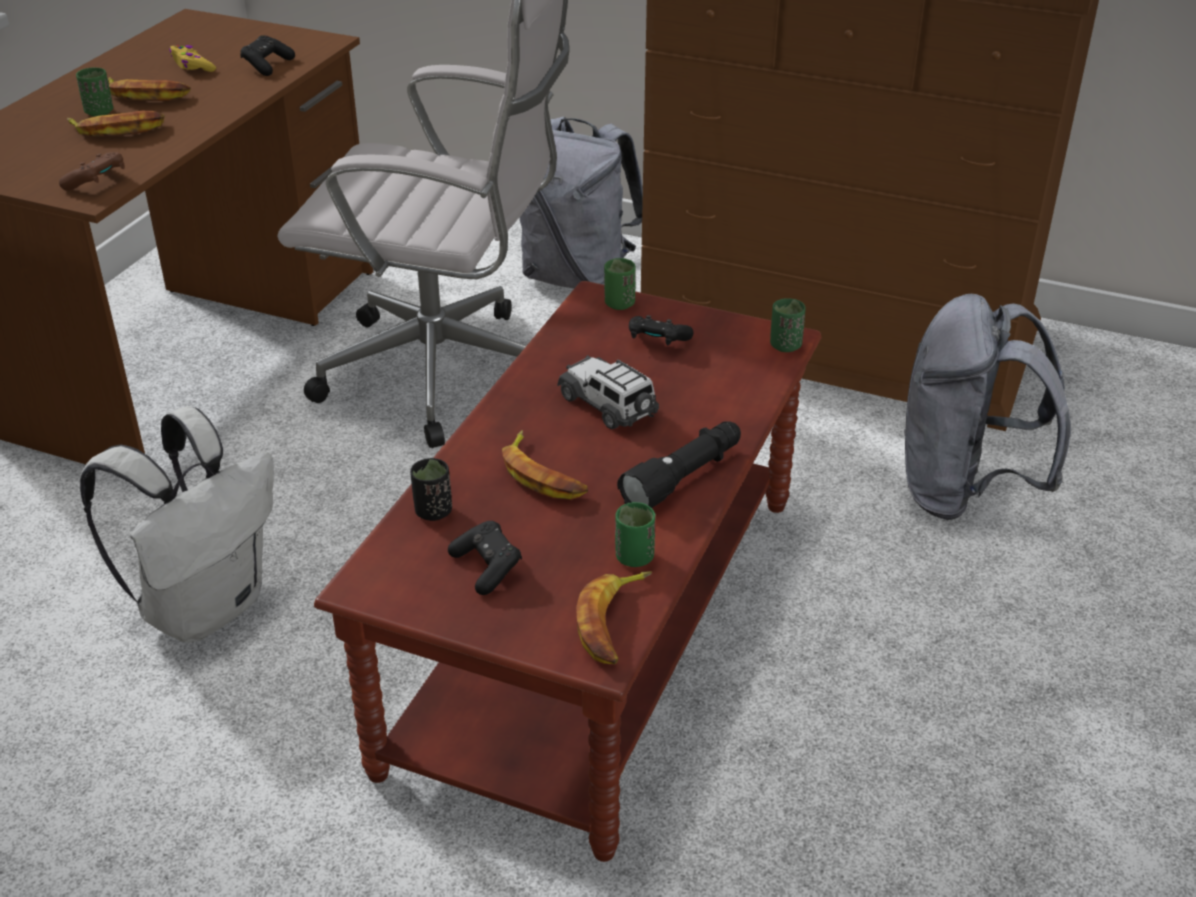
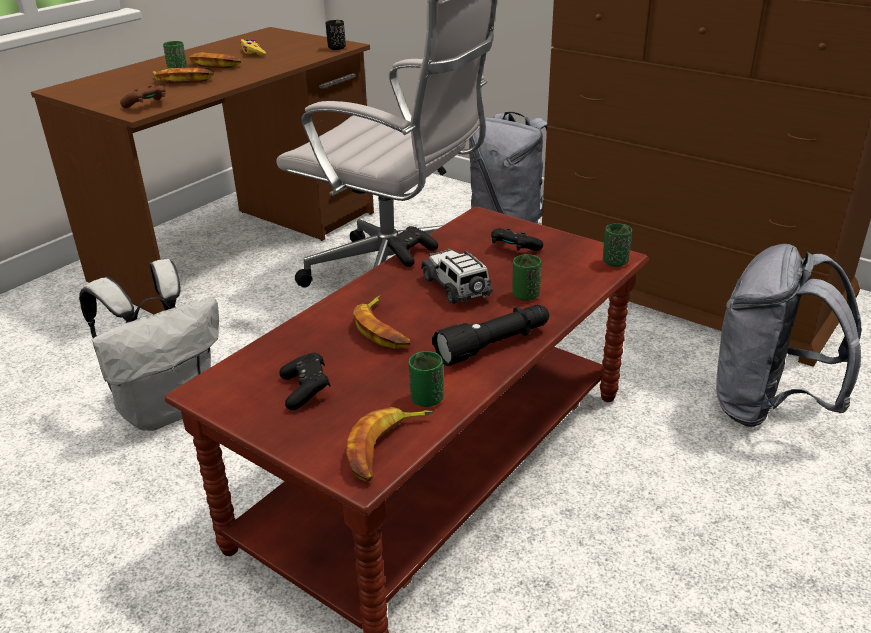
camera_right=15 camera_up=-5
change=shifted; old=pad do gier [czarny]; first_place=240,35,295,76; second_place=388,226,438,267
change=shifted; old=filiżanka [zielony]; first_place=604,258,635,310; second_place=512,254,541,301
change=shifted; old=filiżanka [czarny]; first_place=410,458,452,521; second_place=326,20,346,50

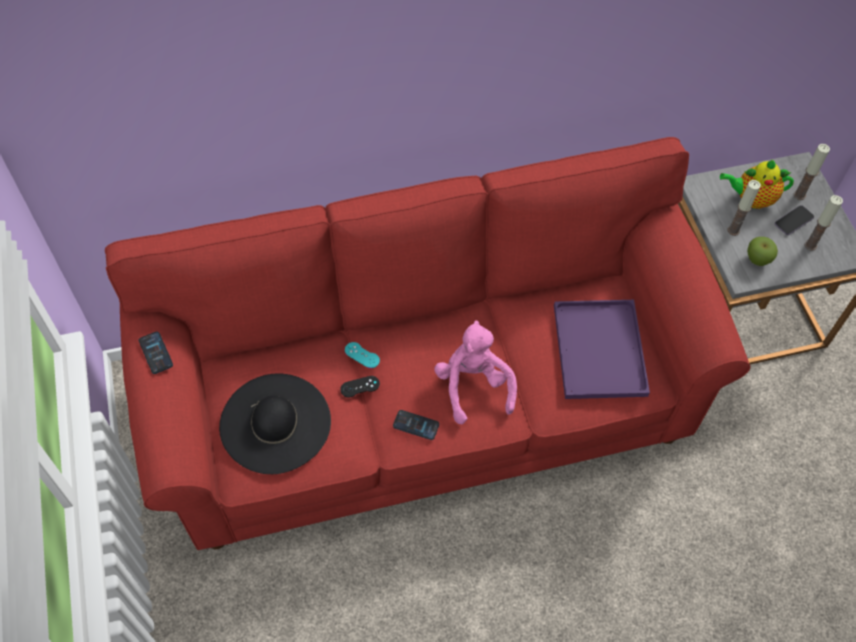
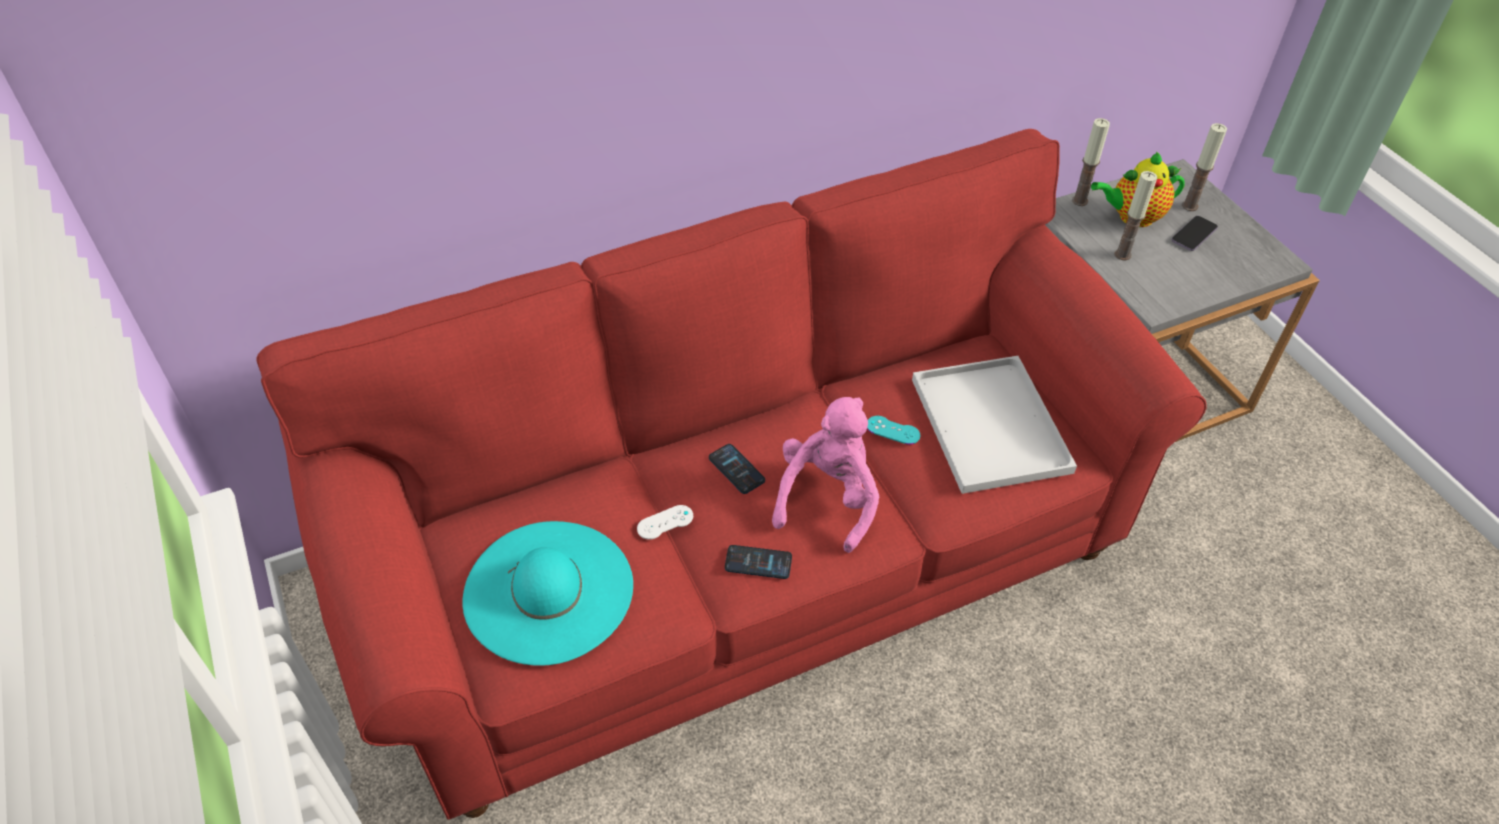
camera_right=-10 camera_up=-10
change=shifted; old=świeca; first_place=804,195,843,251; second_place=1072,118,1110,206
change=gone; old=jabłko; first_place=747,237,778,266
change=repainted; old=taca [fioletowy]; new=taca [biały]; first_place=554,300,650,399; second_place=912,356,1077,494
change=rotated; old=pluszak [różowy]; first_place=434,320,517,424; second_place=772,397,879,553; degrees=45
change=shifted; old=telefon; first_place=139,331,173,374; second_place=709,444,765,494
change=shifted; old=pad do gier [turkusowy]; first_place=345,342,380,368; second_place=867,416,920,445
change=repainted; old=kapelusz [czarny]; new=kapelusz [turkusowy]; first_place=219,373,331,474; second_place=462,521,633,666
change=repainted; old=pad do gier [czarny]; new=pad do gier [biały]; first_place=340,376,380,398; second_place=637,505,693,540

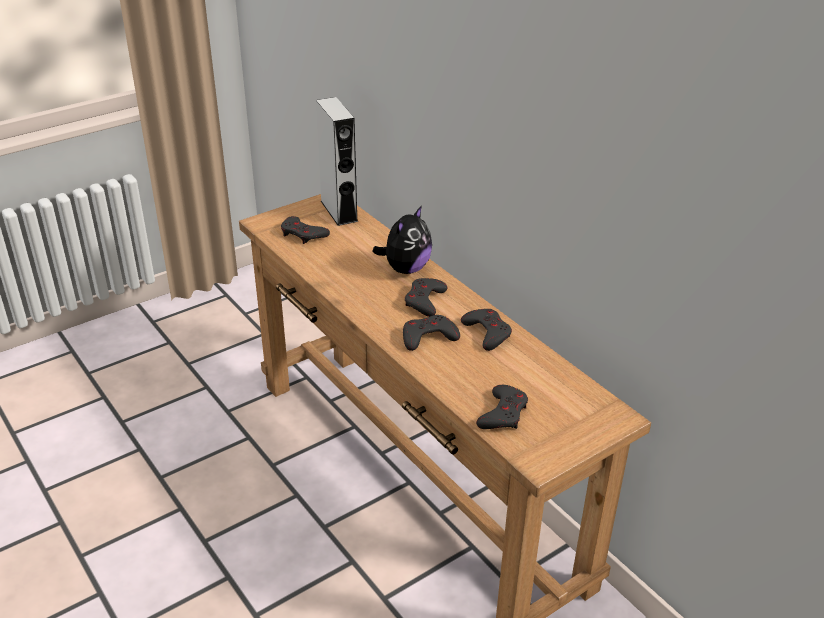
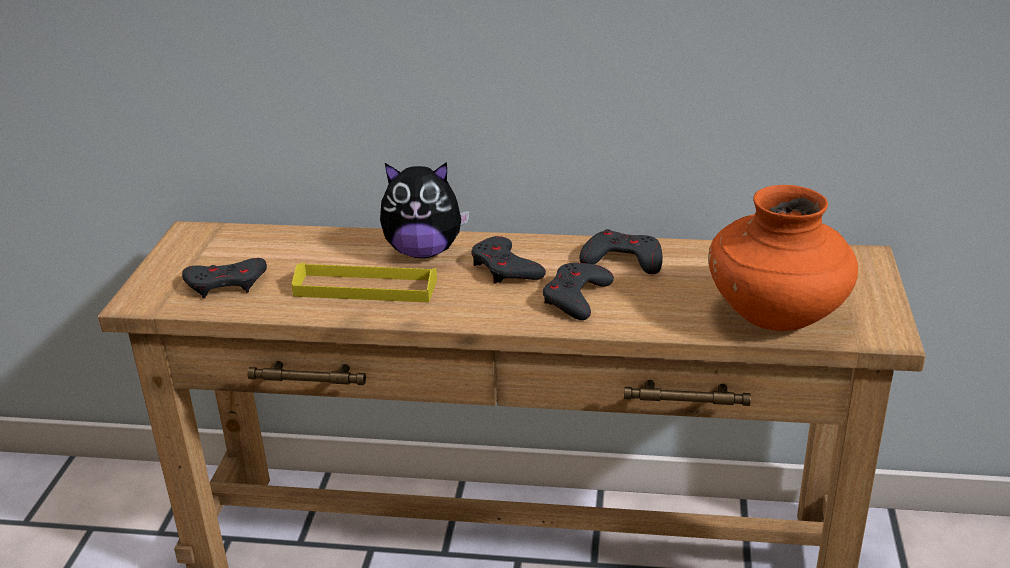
camera_right=-45 camera_up=-5
change=gone; old=głośnik [szary]; first_place=316,97,358,226
change=rotated; old=pluszak; first_place=372,205,432,274; second_place=380,162,470,258; degrees=105
change=swapped; old=pad do gier [szary]; new=wazon [pomarańczowy]; first_place=476,385,528,429; second_place=708,185,858,331
change=new; new=taca [żółty]; second_place=291,263,437,303

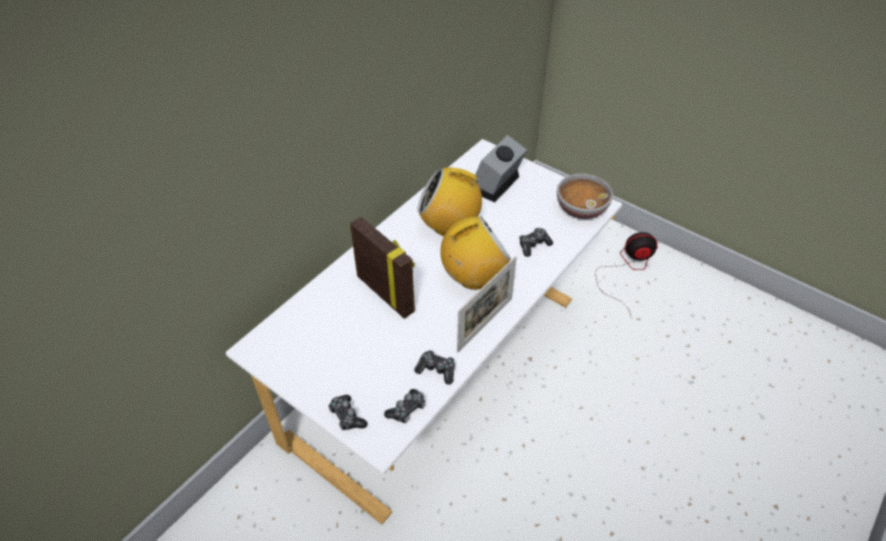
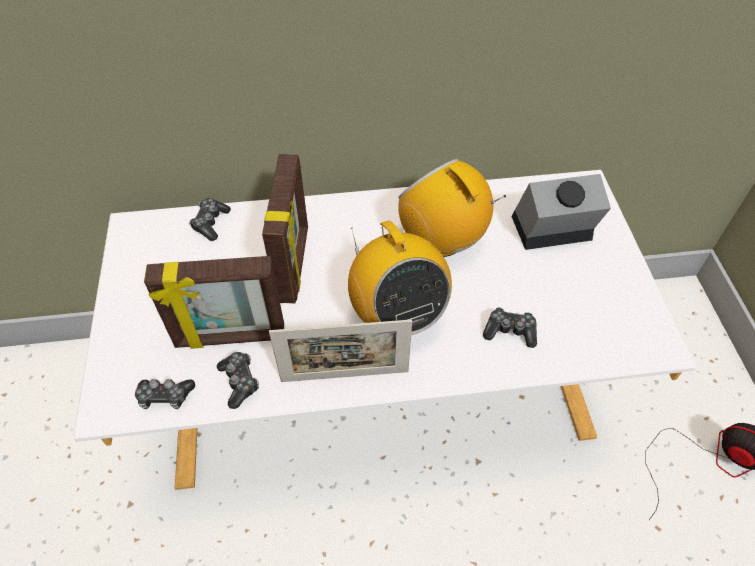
camera_right=45 camera_up=5
change=gone; old=miska; first_place=557,174,613,219
change=rotated; old=radio; first_place=440,216,511,290; second_place=348,221,452,335; degrees=45
change=shifted; old=pad do gier; first_place=328,395,368,430; second_place=189,198,231,241
change=new; new=ramka na zdjęcie; second_place=144,256,284,349

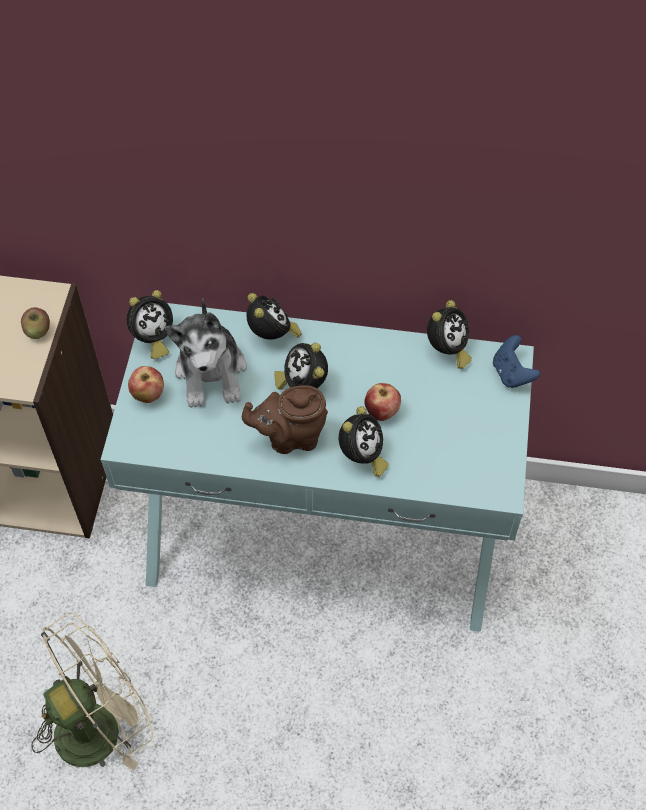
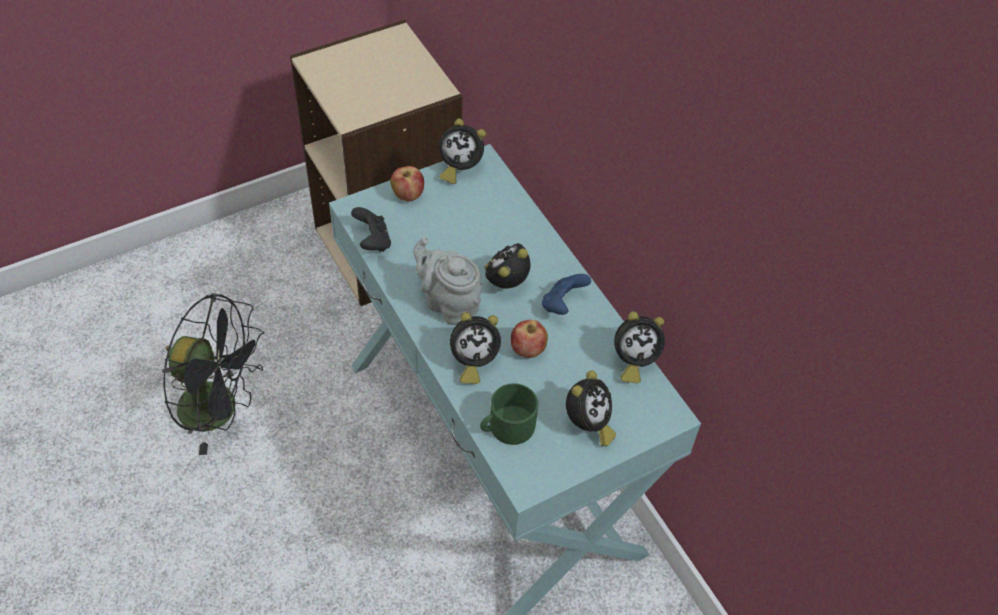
camera_right=50 camera_up=-5
change=shifted; old=budzik; first_place=247,293,302,339; second_place=566,371,616,446
change=gone; old=pluszak; first_place=165,298,247,408
change=gone; old=jabłko; first_place=21,308,50,339
change=shifted; old=pad do gier [niebieski]; first_place=493,335,540,388; second_place=542,274,591,315
change=repainted; old=imbryk [brązowy]; new=imbryk [szary]; first_place=242,385,328,454; second_place=413,237,481,325
change=repainted; old=wentylator [beżowy]; new=wentylator [czarny]; first_place=31,613,153,771; second_place=162,293,264,455
change=new; new=pad do gier [czarny]; second_place=351,207,391,252
change=new; new=kubek [zielony]; second_place=480,383,538,445

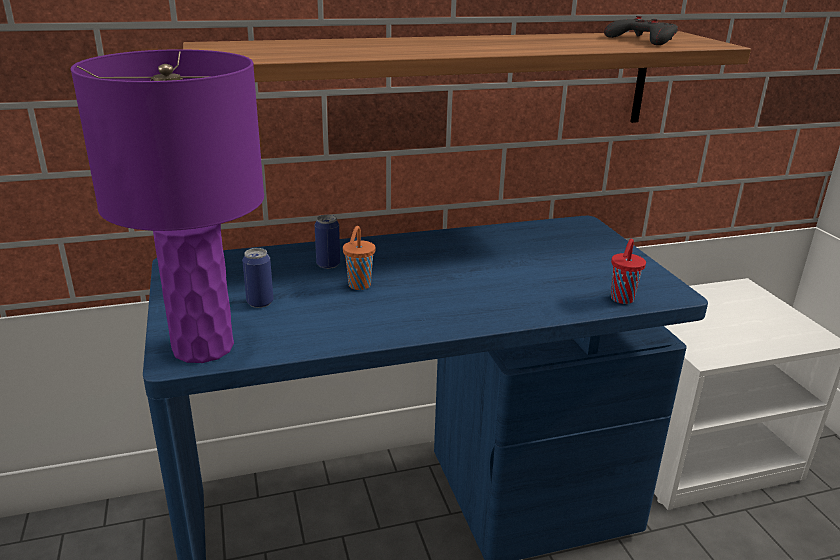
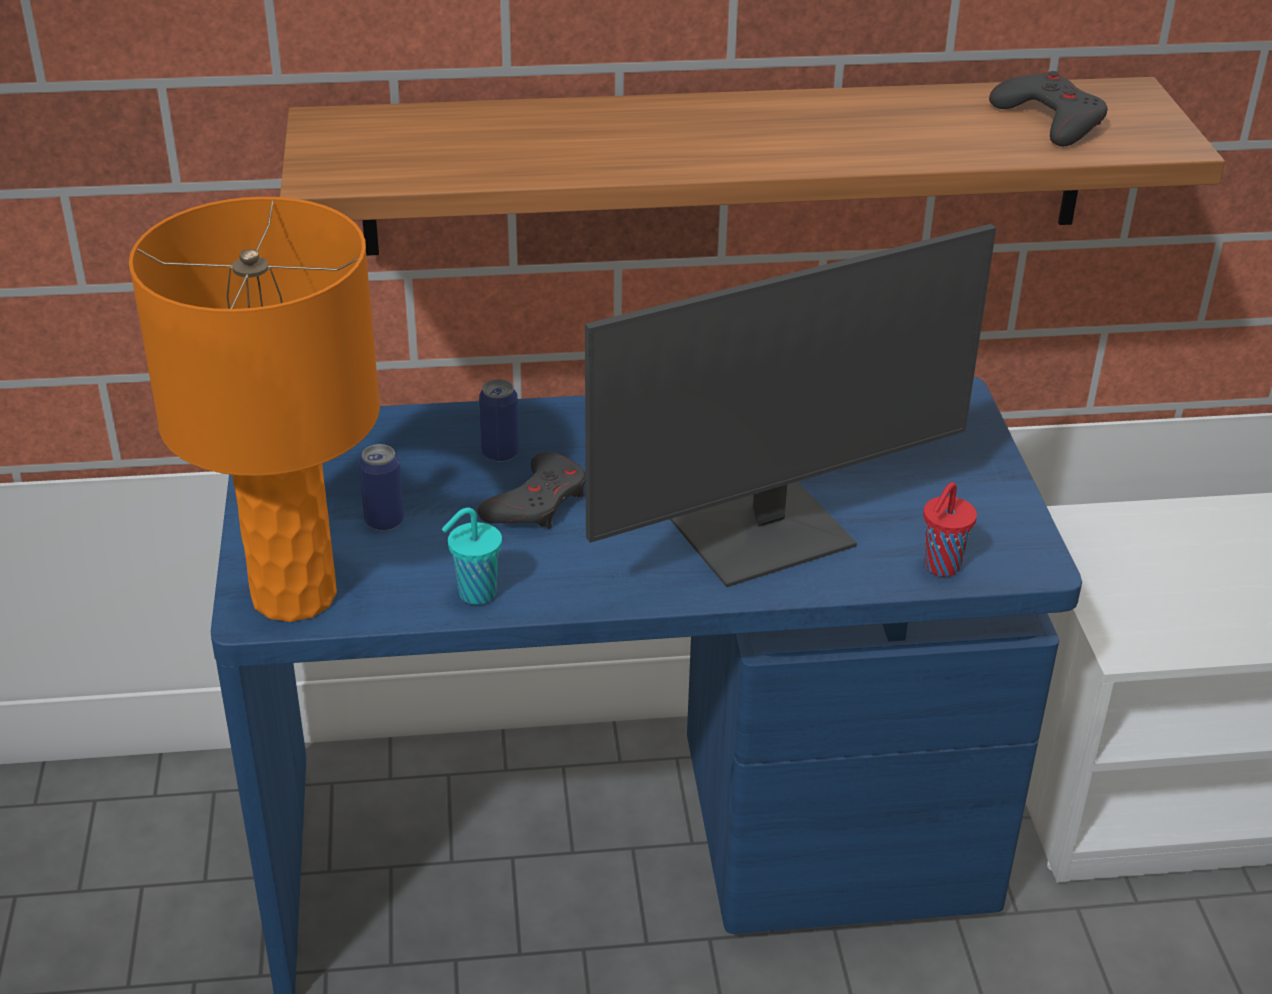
camera_right=10 camera_up=10
change=repainted; old=lampa stołowa [fioletowy]; new=lampa stołowa [pomarańczowy]; first_place=70,49,264,363; second_place=129,197,380,622
change=swapped; old=filiżanka [pomarańczowy]; new=pad do gier [szary]; first_place=343,226,375,290; second_place=478,452,586,529
change=new; new=monitor; second_place=585,224,996,587
change=new; new=filiżanka [turkusowy]; second_place=442,507,502,605

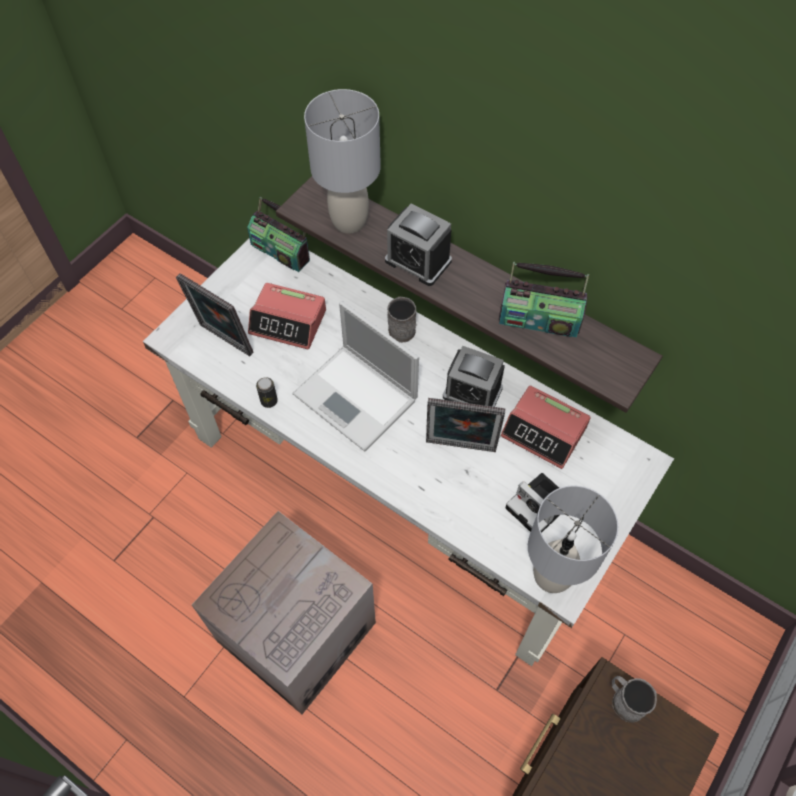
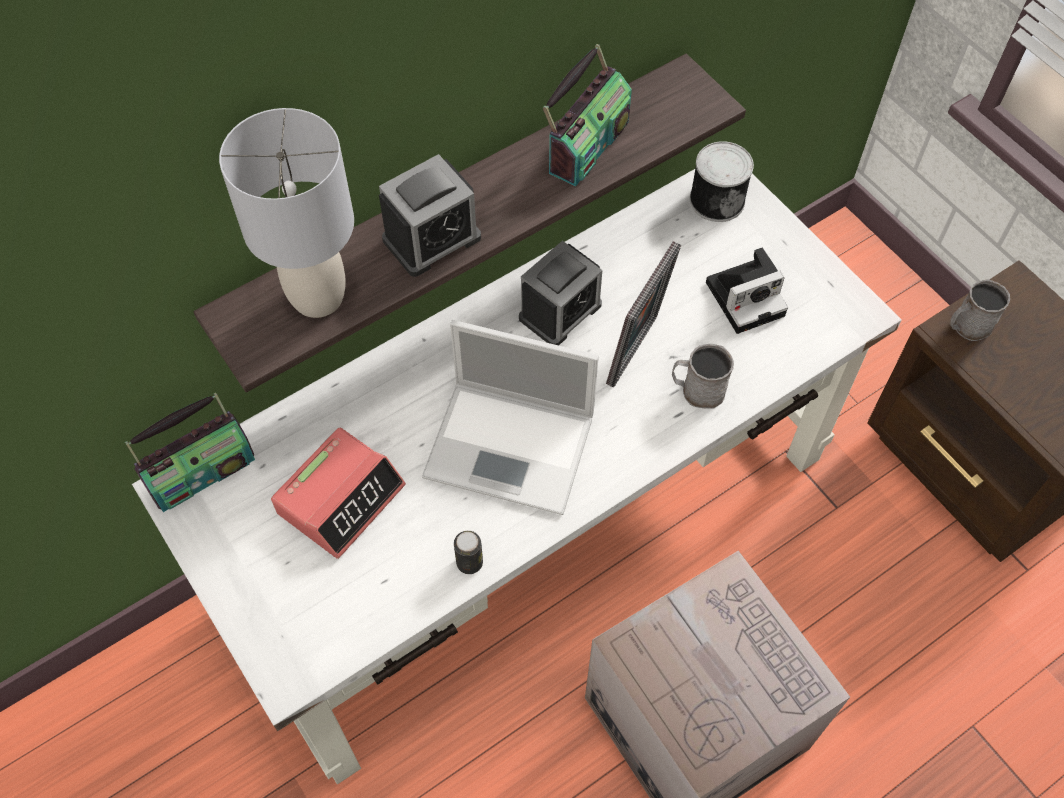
camera_right=-70 camera_up=0
change=gone; old=ramka na zdjęcie; first_place=176,273,254,356
change=shifted; old=kubek [szary]; first_place=387,296,416,343; second_place=672,344,734,409
change=rotated; old=laptop; first_place=292,301,419,451; second_place=422,320,599,515; degrees=45
change=gone; old=budzik; first_place=501,386,591,469
change=gone; old=lampa stołowa [szary]; first_place=528,486,618,593
change=new; new=puszka; second_place=690,141,754,222

